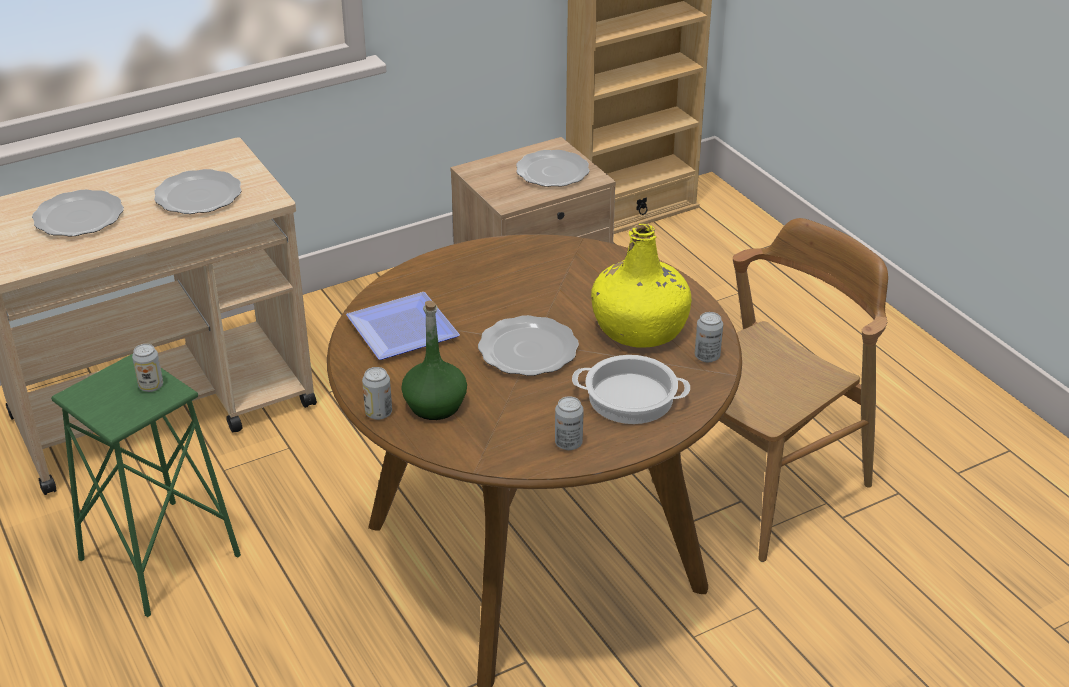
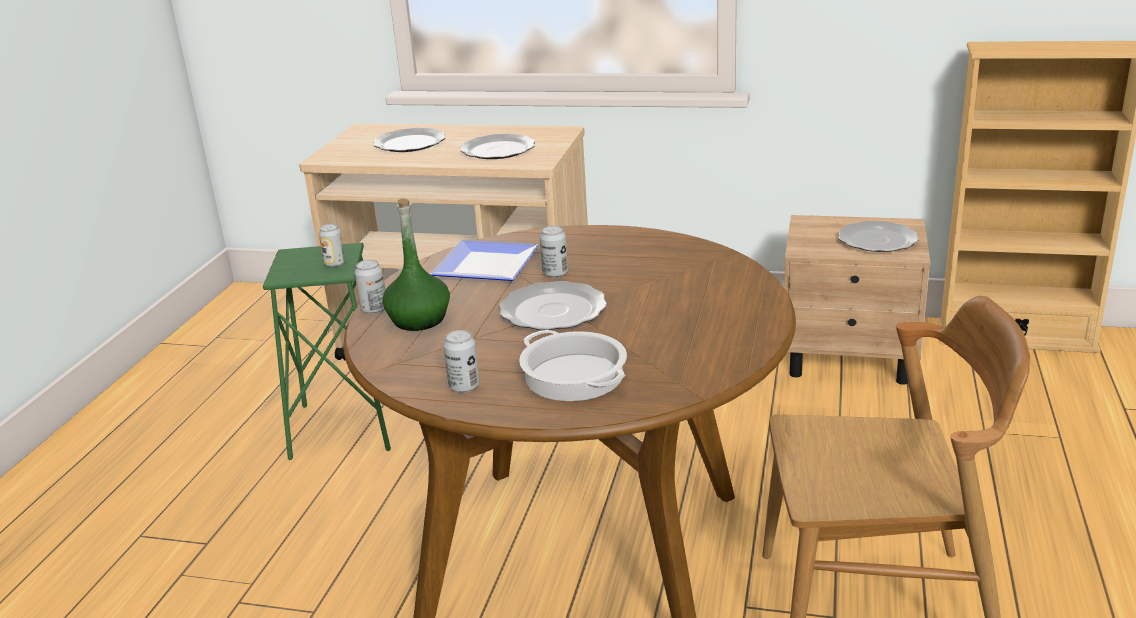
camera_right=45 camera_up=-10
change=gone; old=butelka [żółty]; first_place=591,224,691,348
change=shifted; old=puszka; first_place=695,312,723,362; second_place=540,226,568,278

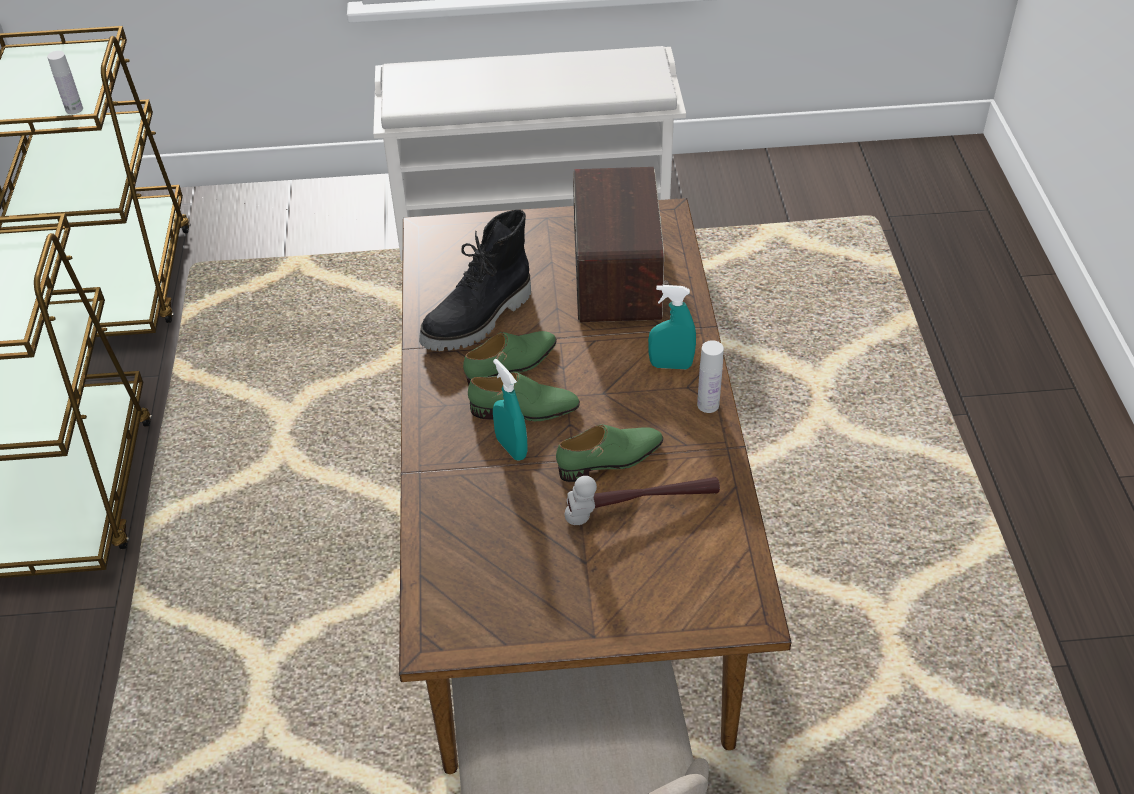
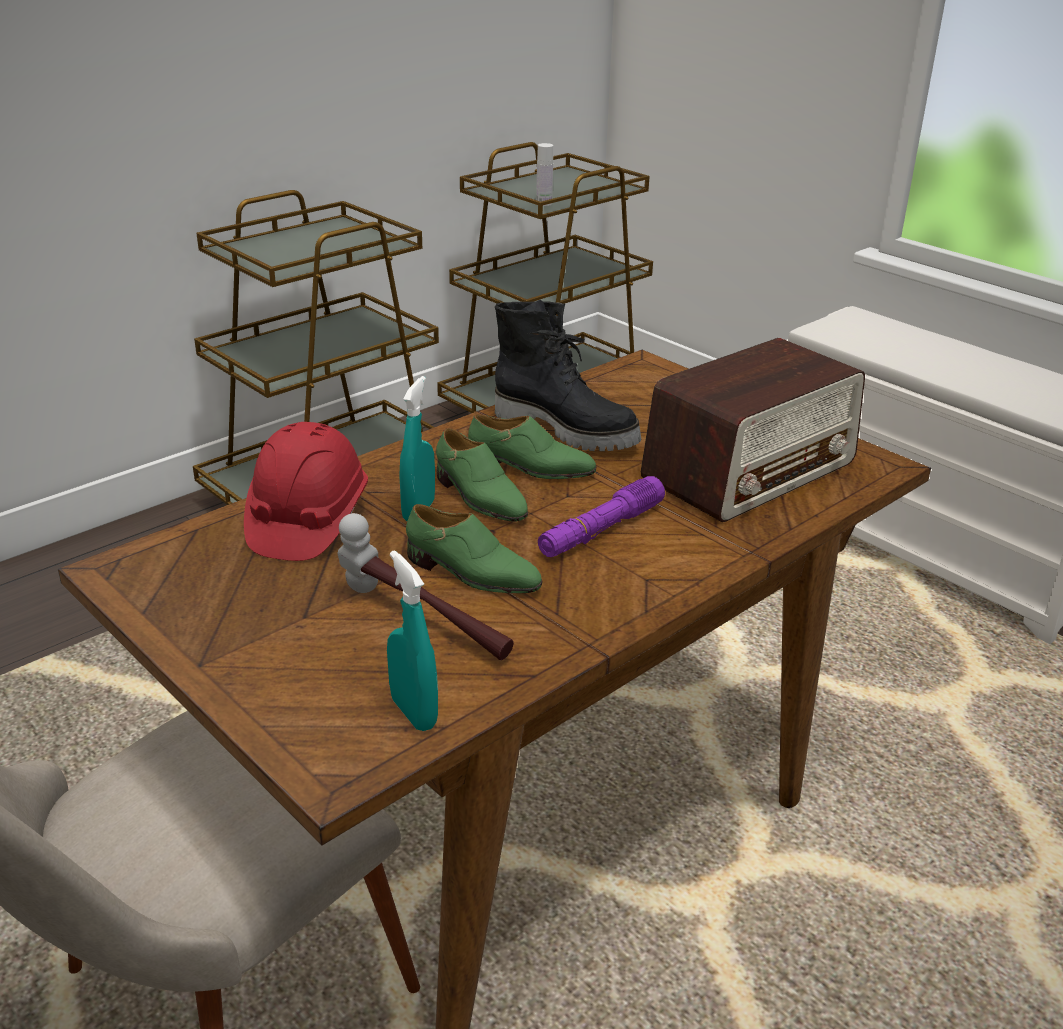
camera_right=50 camera_up=-15
change=rotated; old=but z cholewką [czarny]; first_place=419,210,531,351; second_place=495,300,641,451; degrees=-150
change=shifted; old=spryskiwacz [turkusowy]; first_place=648,285,696,369; second_place=387,550,438,731
change=gone; old=butelka [biały]; first_place=697,340,724,413
change=new; new=kask [czerwony]; second_place=244,422,368,561
change=new; new=latarka [fioletowy]; second_place=538,476,665,557

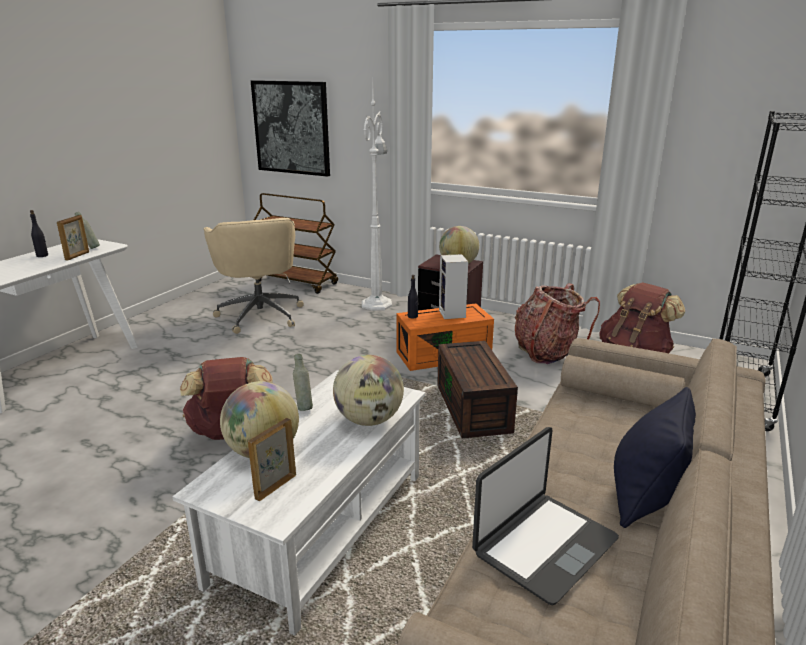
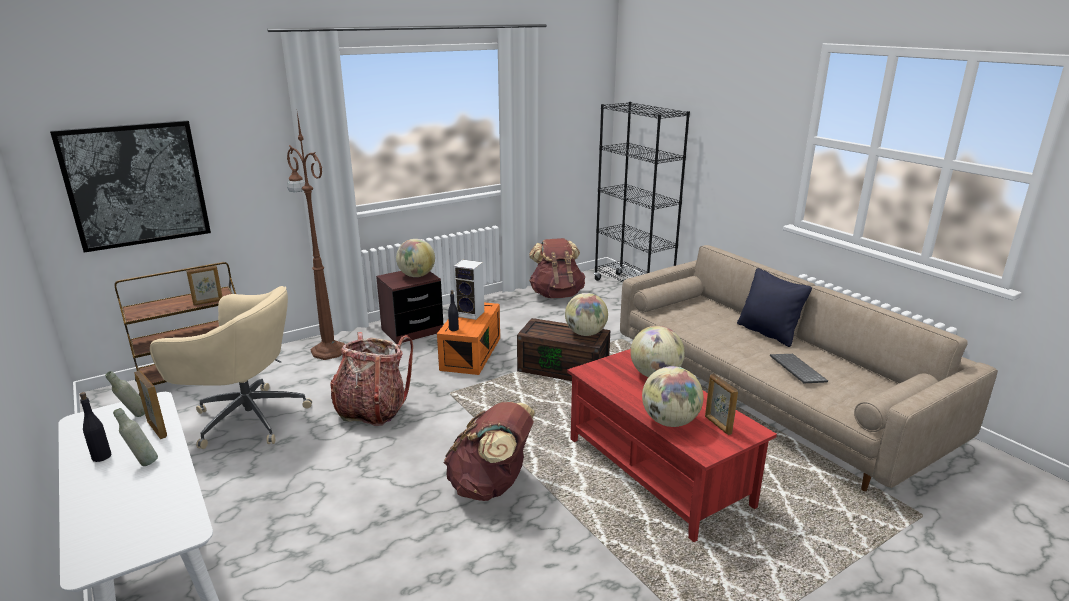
camera_right=-60 camera_up=0
change=repainted; old=lampa stojąca [biały]; new=lampa stojąca [brązowy]; first_place=362,82,392,311; second_place=287,113,345,360
change=shifted; old=plecak; first_place=515,283,600,364; second_place=330,332,413,426
change=shifted; old=butelka [szary]; first_place=293,354,313,411; second_place=113,408,158,466
change=repainted; old=ława [biały]; new=ława [czerwony]; first_place=173,370,425,636; second_place=567,349,777,542
change=swapped; old=laptop; new=klawiatura; first_place=472,427,619,606; second_place=770,354,828,383
change=new; new=ramka na zdjęcie; second_place=186,265,222,305
change=new; new=globus; second_place=565,293,608,336

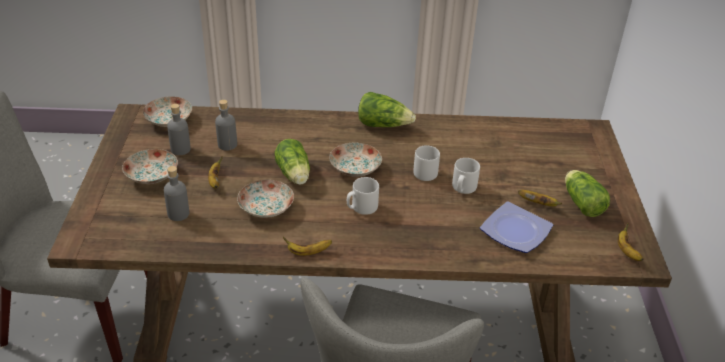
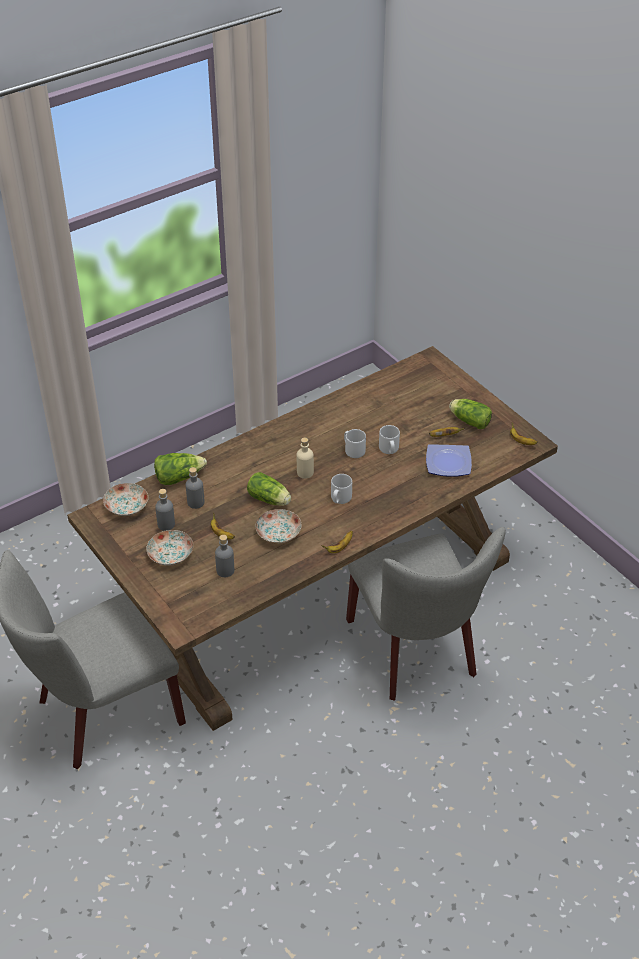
camera_right=-35 camera_up=5
change=shifted; old=sałata; first_place=358,92,416,127; second_place=154,453,207,485
change=swapped; old=talerz; new=butelka [beżowy]; first_place=329,143,382,177; second_place=296,438,314,479

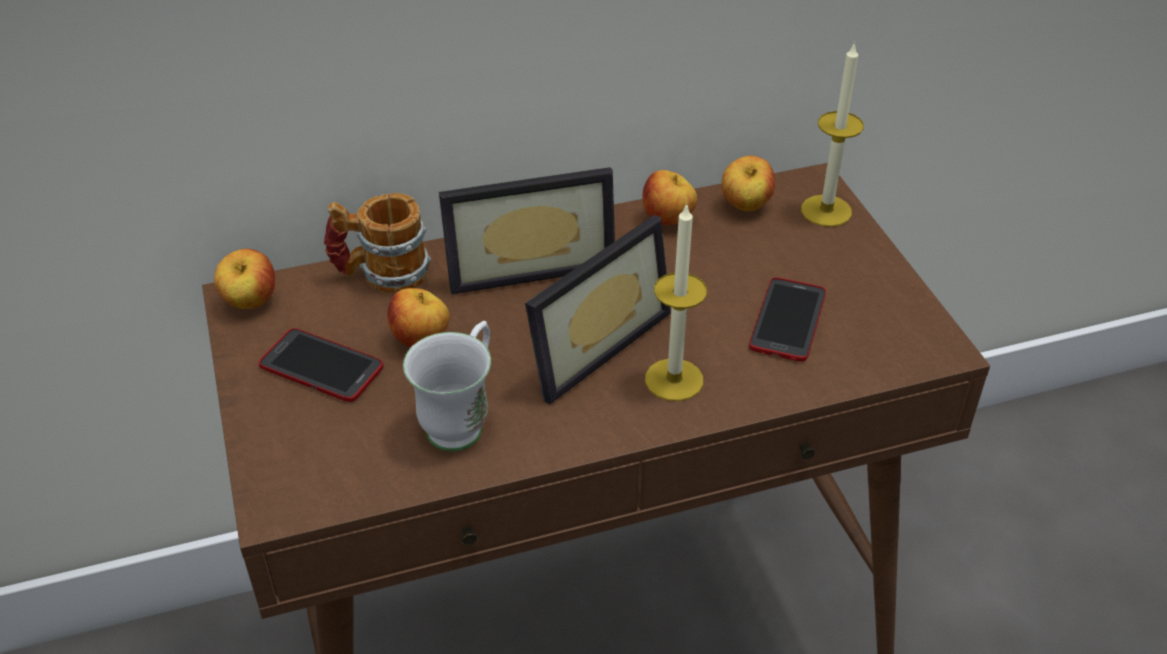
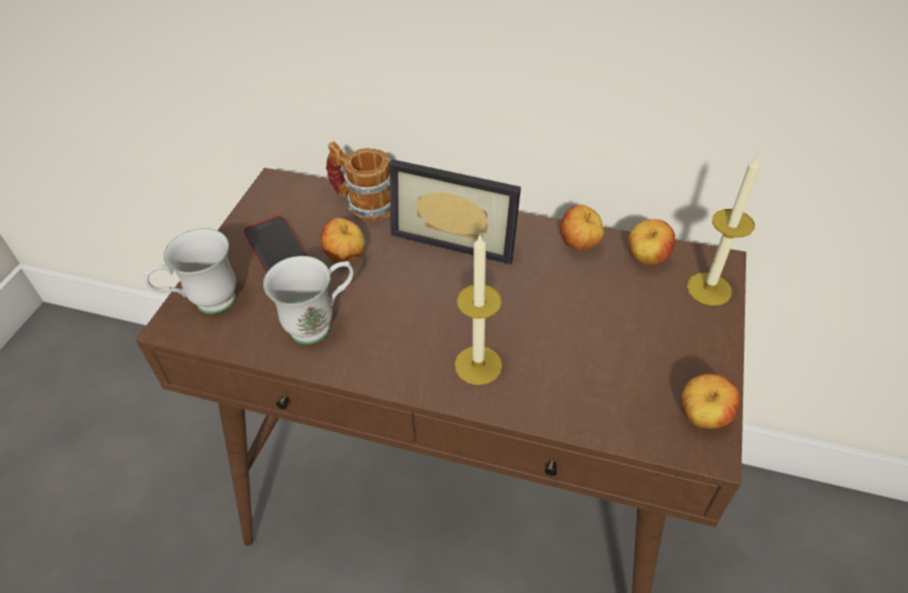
camera_right=35 camera_up=5
change=gone; old=ramka na zdjęcie; first_place=525,215,671,404
change=shifted; old=jabłko; first_place=214,249,275,309; second_place=681,374,740,428
change=gone; old=telefon; first_place=749,277,826,362
change=new; new=kubek [biały]; second_place=144,228,236,314

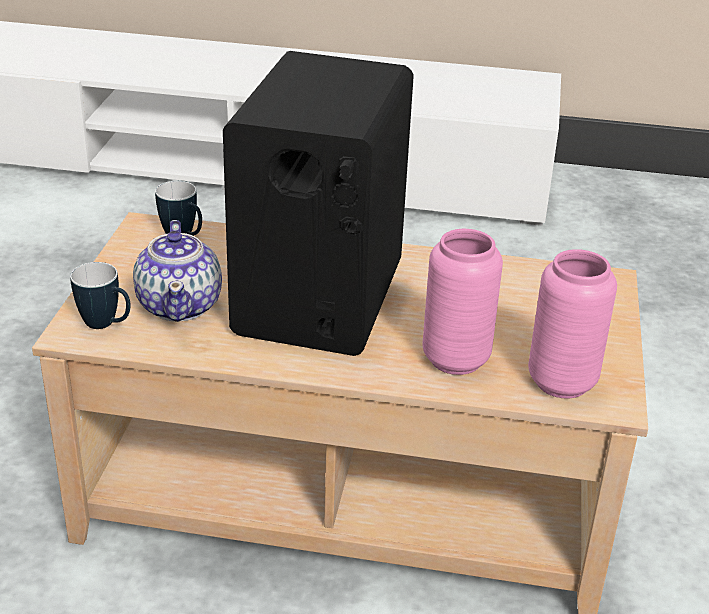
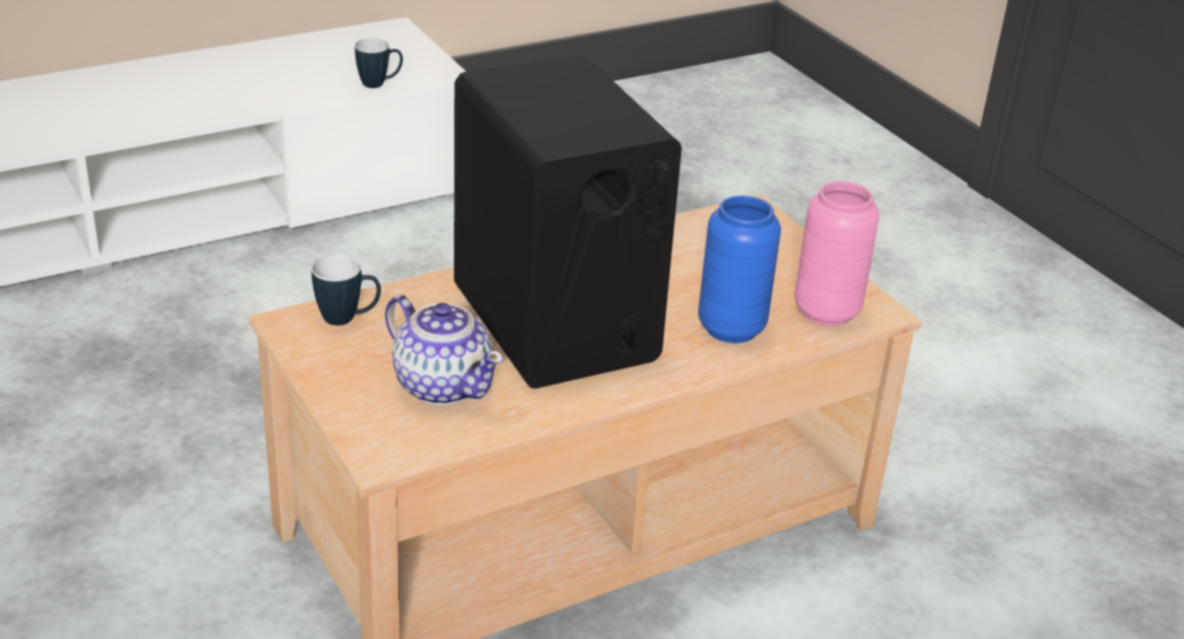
camera_right=-40 camera_up=0
change=repainted; old=wazon [różowy]; new=wazon [niebieski]; first_place=422,229,503,375; second_place=698,195,781,343
change=shifted; old=kubek; first_place=70,262,131,329; second_place=355,38,403,88

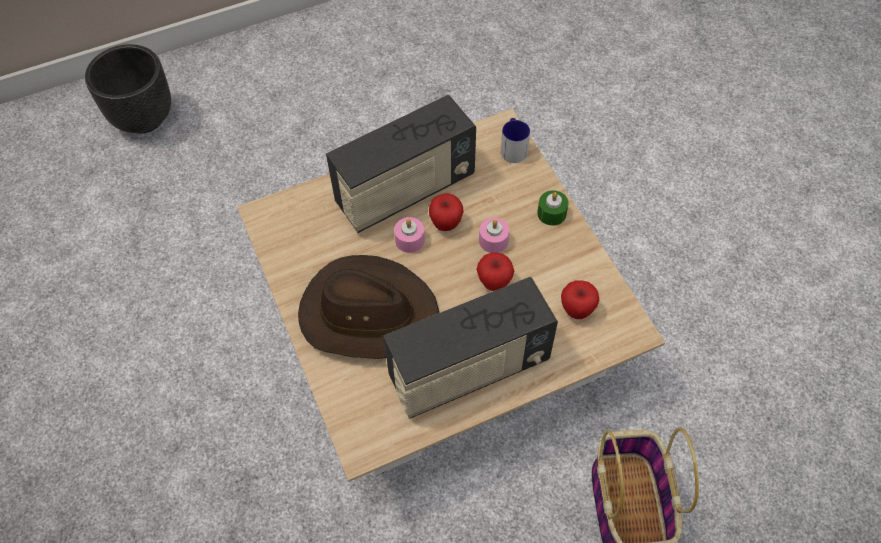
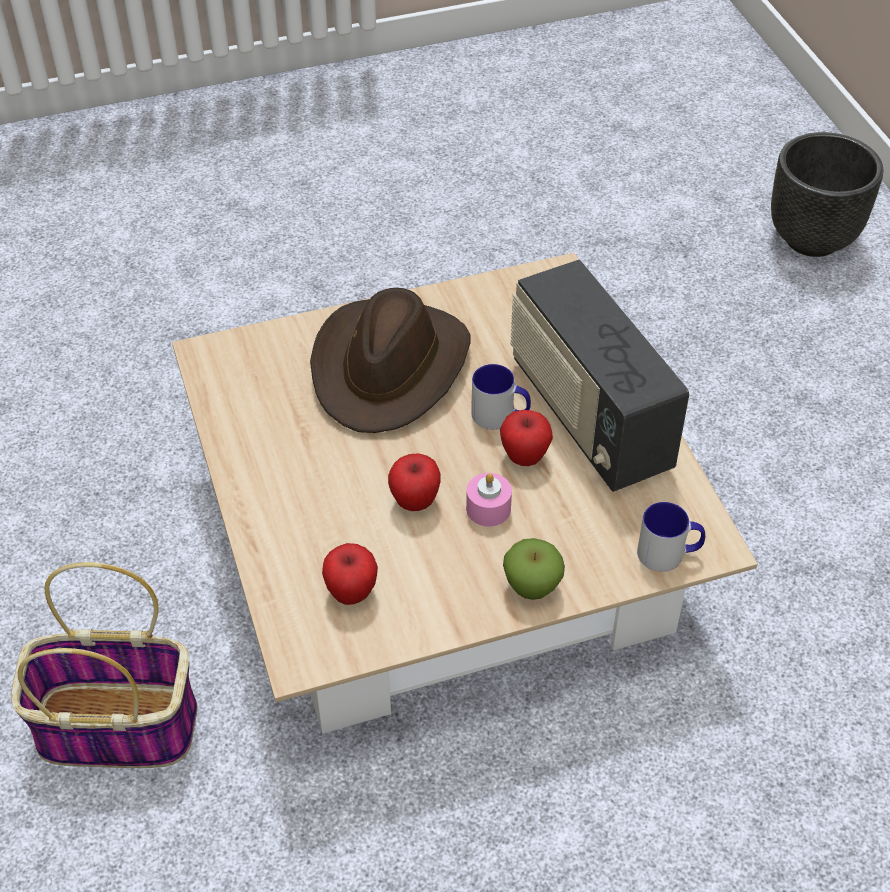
camera_right=95 camera_up=-10
change=swapped; old=świeca [zielony]; new=jabłko; first_place=537,190,569,226; second_place=503,538,565,600
change=swapped; old=świeca [różowy]; new=kubek; first_place=394,217,425,253; second_place=471,364,531,429
change=gone; old=radio; first_place=383,277,558,419

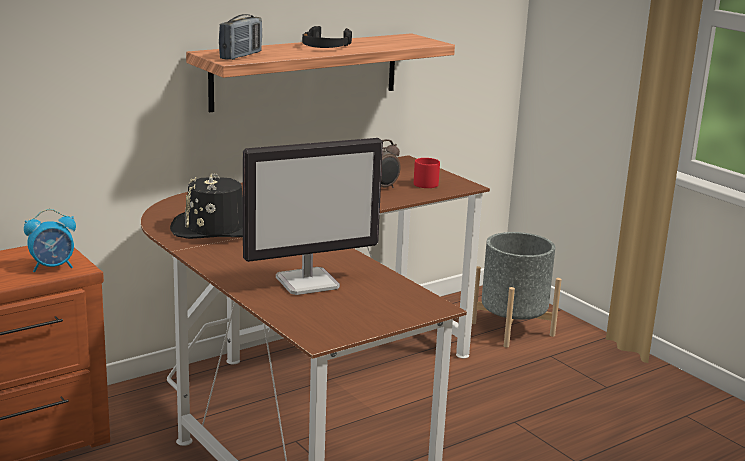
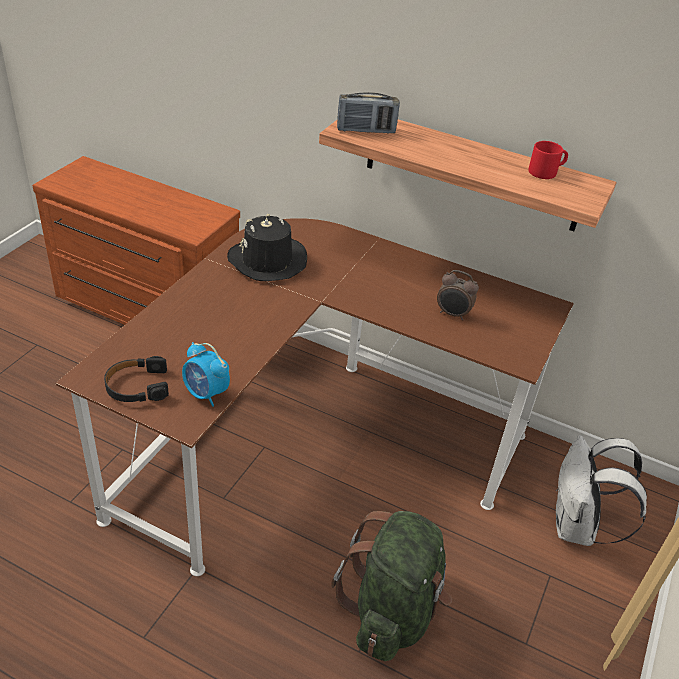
camera_right=60 camera_up=20
change=shifted; old=słuchawki [czarny]; first_place=302,26,352,48; second_place=104,356,169,402
change=gone; old=monitor; first_place=243,138,383,295
change=shifted; old=kubek [czerwony]; first_place=414,158,440,188; second_place=528,141,568,179
change=shifted; old=budzik; first_place=24,209,76,272; second_place=182,342,230,407
change=swapped; old=donica [szary]; new=plecak [biały]; first_place=472,232,562,347; second_place=556,435,647,546
change=new; new=plecak [zielony]; second_place=331,511,452,661

